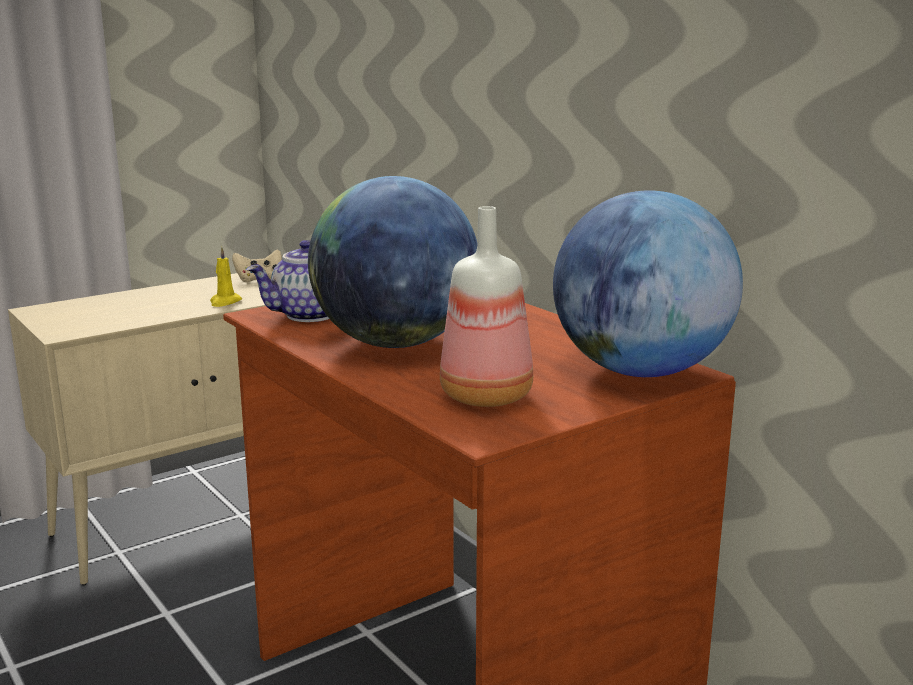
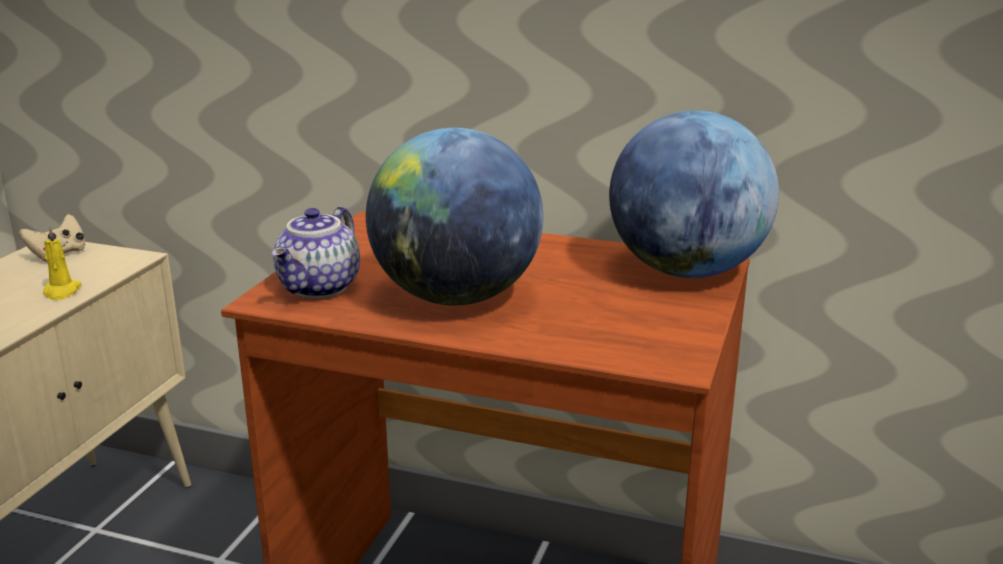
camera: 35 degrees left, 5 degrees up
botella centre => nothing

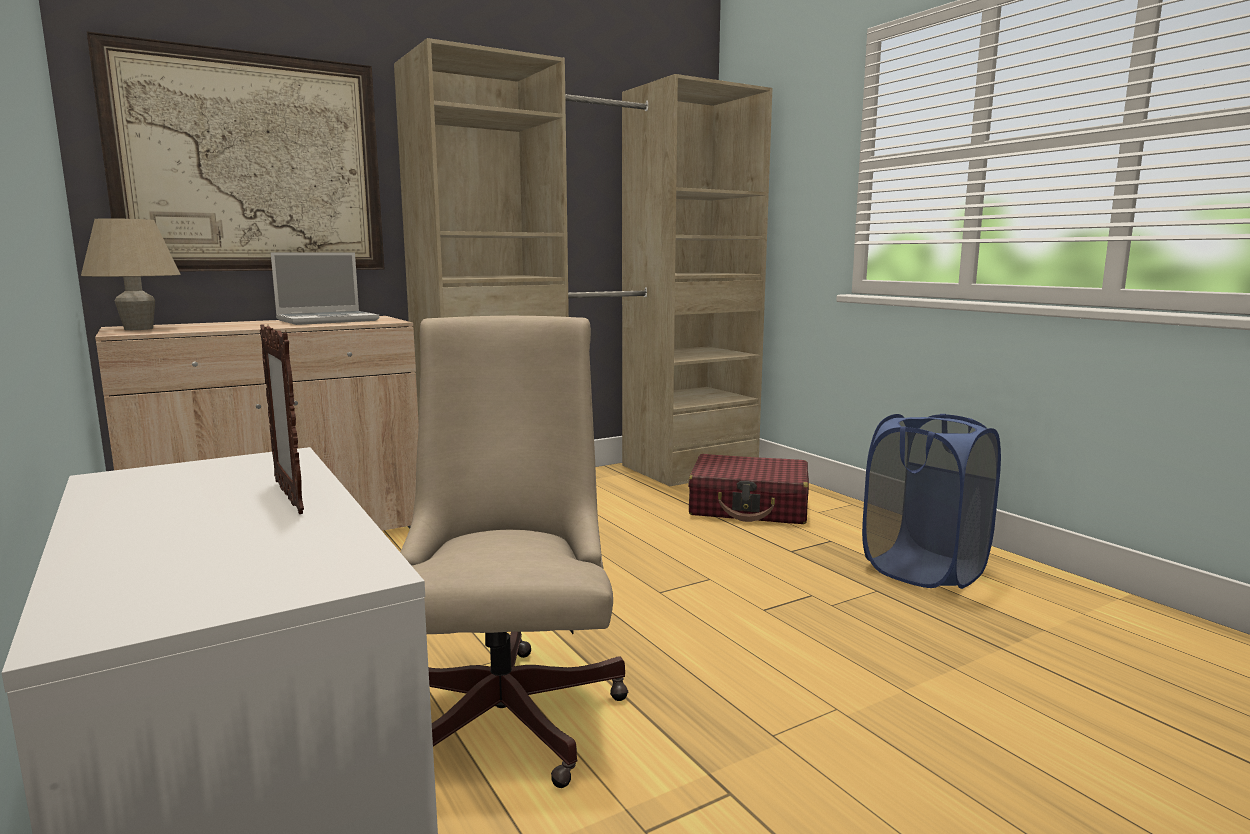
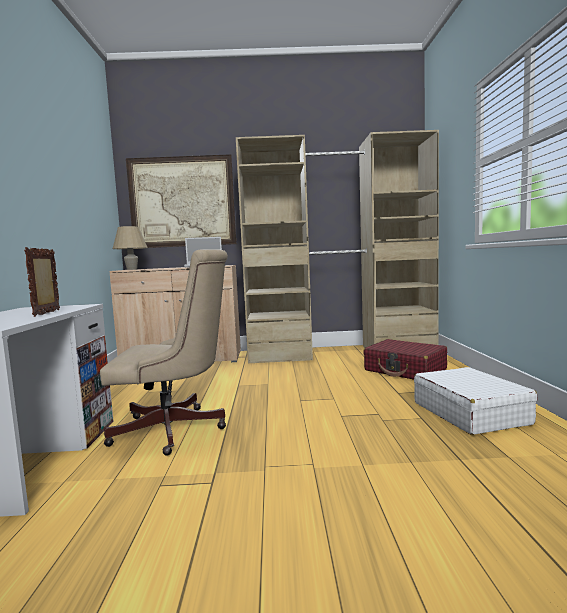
camera: 30 degrees right, 5 degrees down
silla de oficina/beis centre => silla de oficina/beis middle left, 60 degrees clockwise
cesto de la ropa/azul middle right => maleta/blanco middle right

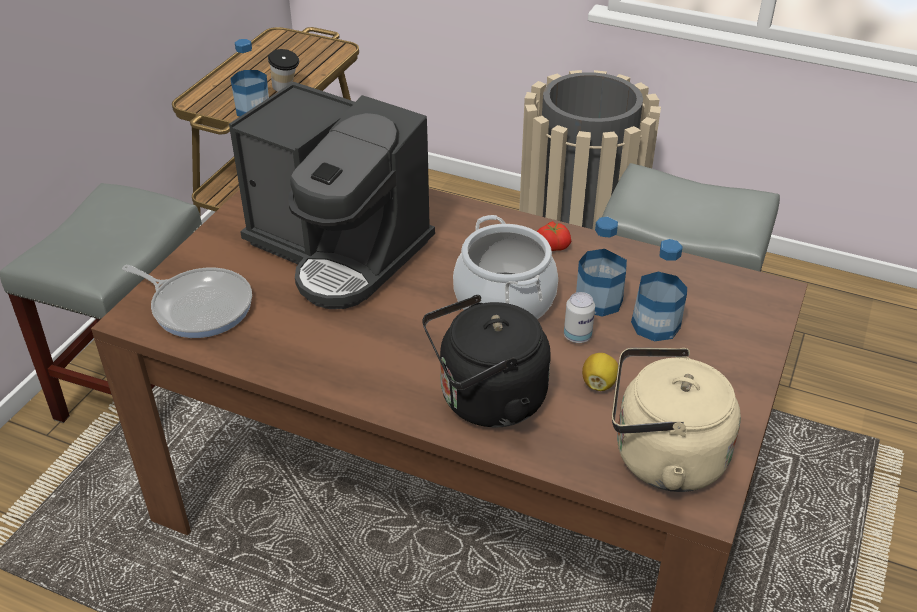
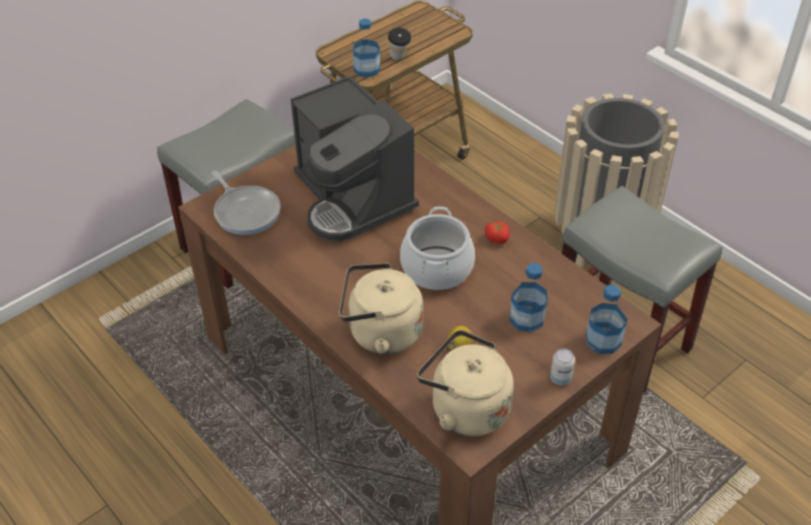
camera: 25 degrees right, 5 degrees up
hervidor/negro centre => hervidor/beis (no. 1 from left) centre
lata centre => lata bottom right, shifted
botella (no. 2 from left in the first image) centre => botella (no. 3 from left) middle right, shifted

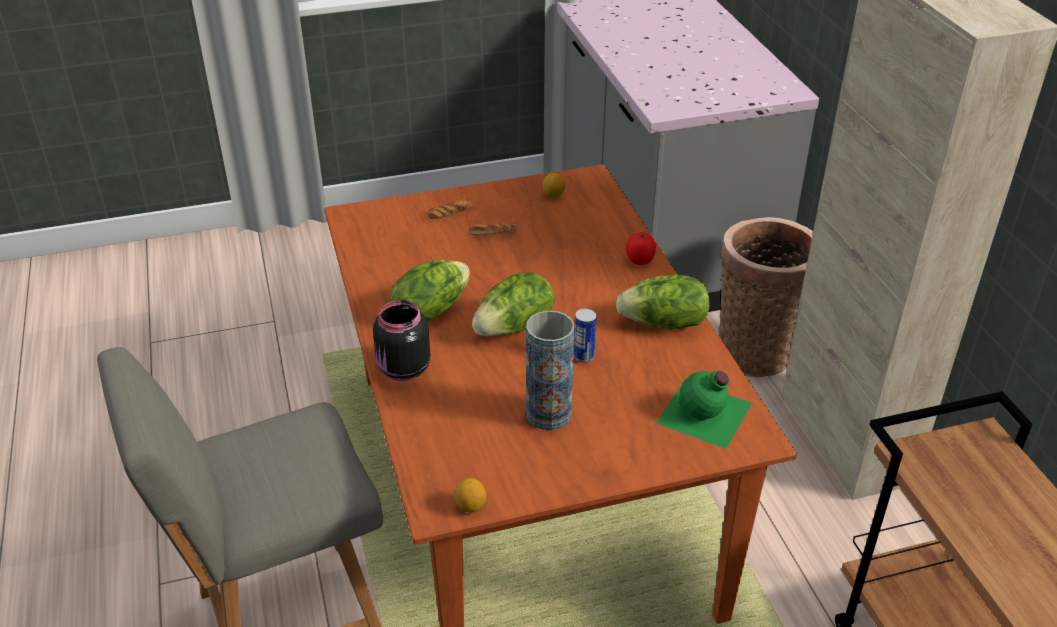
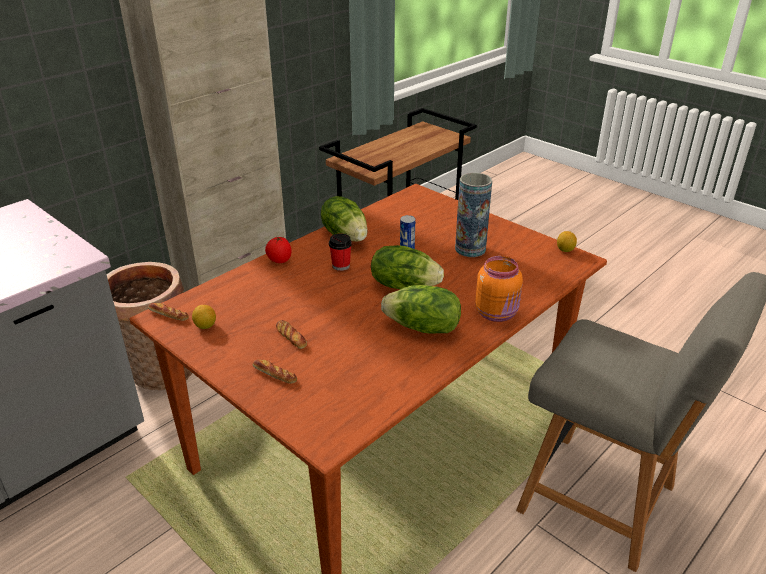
camera: 120 degrees left, 5 degrees down
tarro/negro centre => tarro/naranja centre
botella/verde centre => nothing
nothing => pan (no. 1 from left) middle left
nothing => taza centre

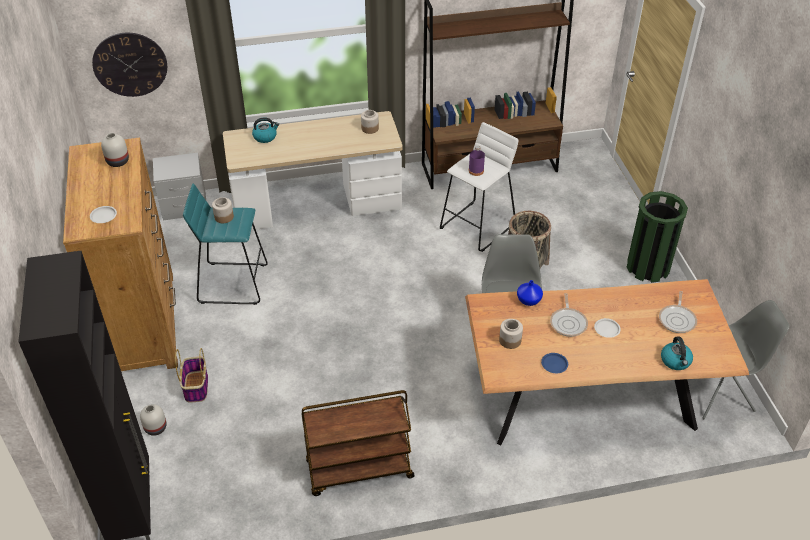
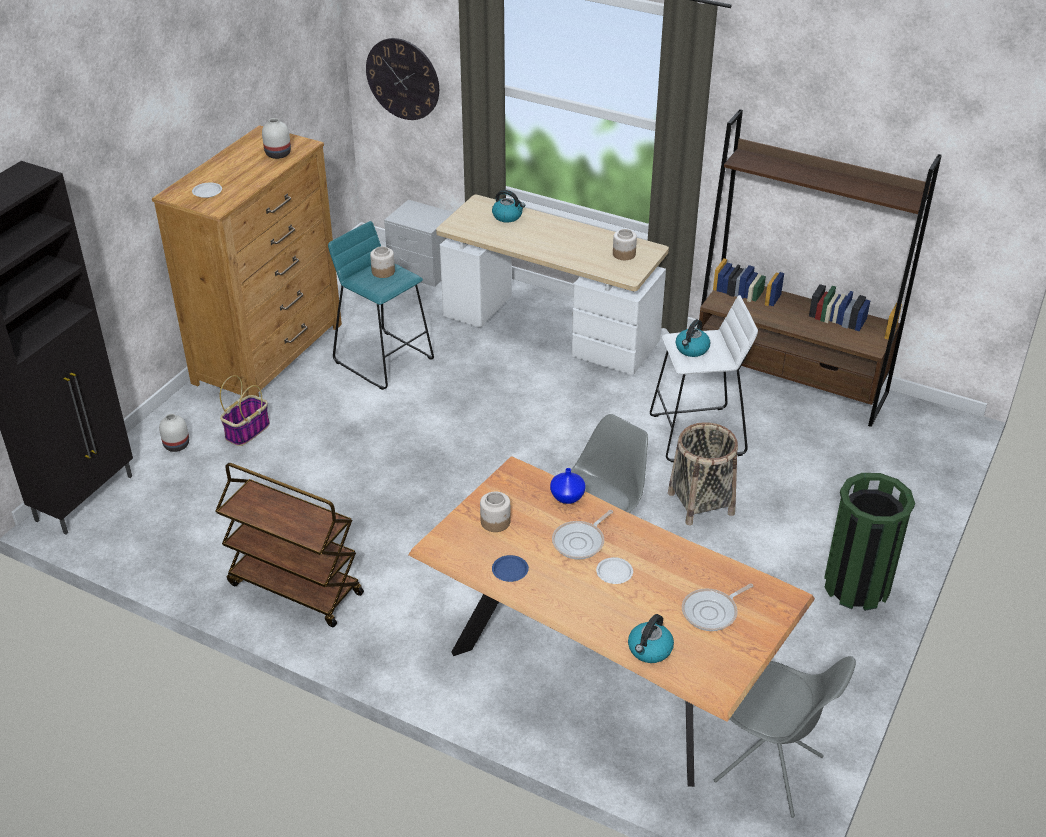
camera: 40 degrees right, 5 degrees down
botella/morado top centre => hervidor (no. 3 from left) centre

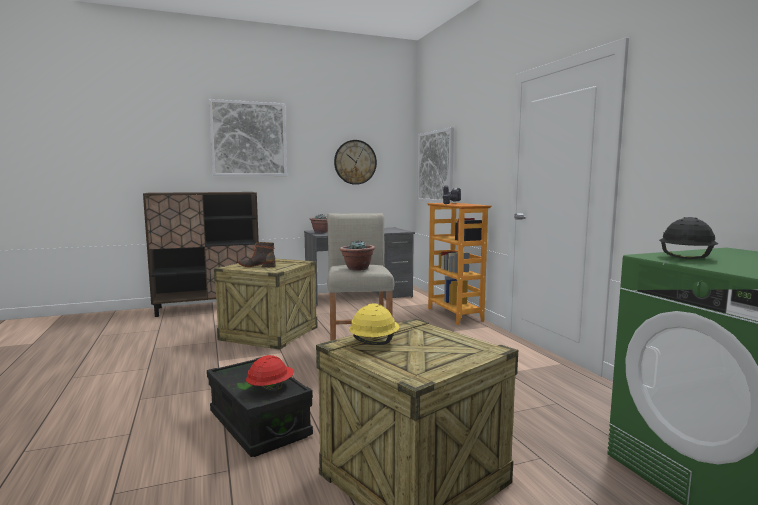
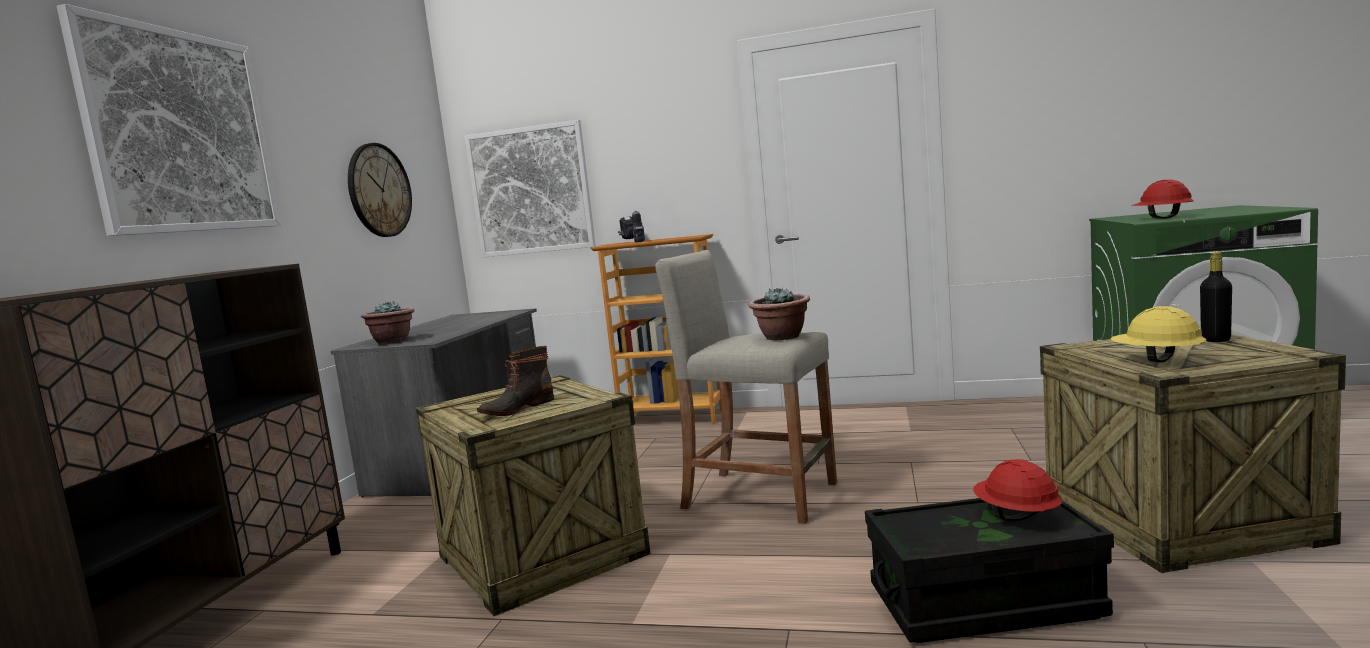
camera: 55 degrees left, 0 degrees up
casco/negro middle right => casco/rojo (no. 2 from left) top right
nothing => botella/negro middle right

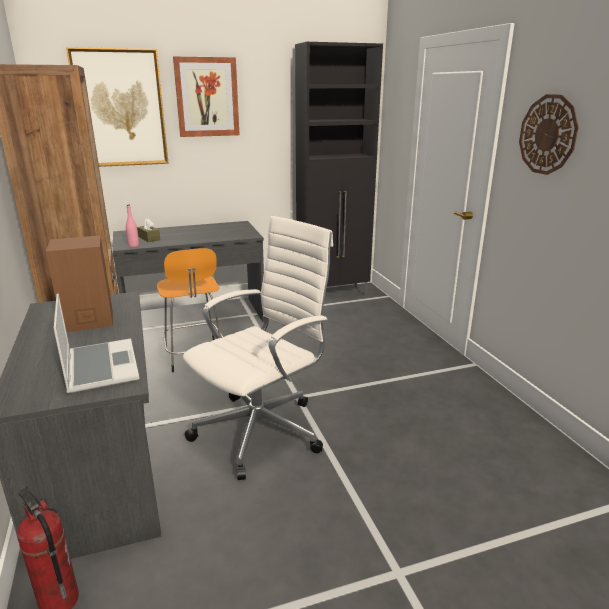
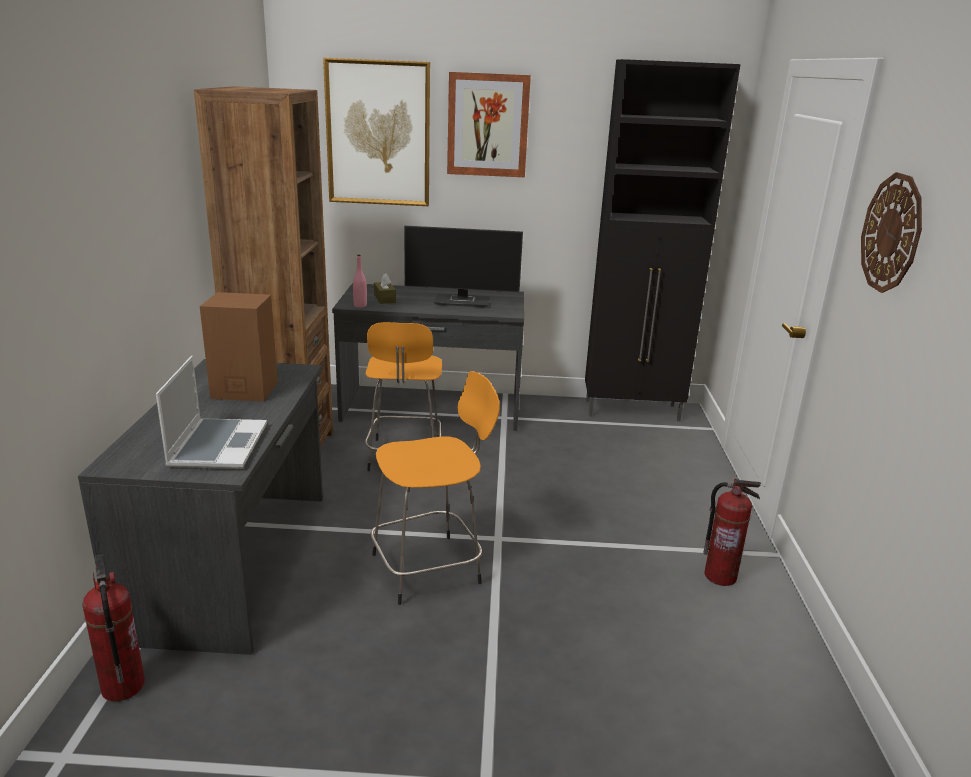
camera: 20 degrees right, 0 degrees up
silla de oficina/blanco centre => taburete/naranja (no. 2 from left) centre
nothing => monitor centre
nothing => extintor (no. 2 from left) bottom right

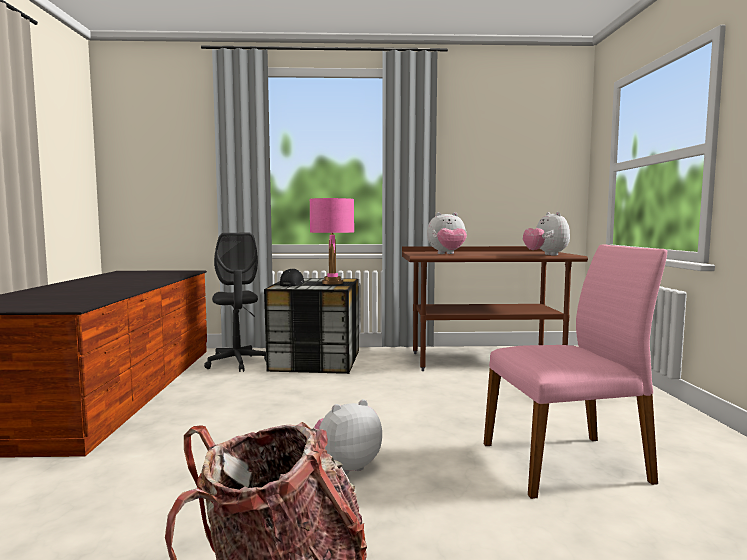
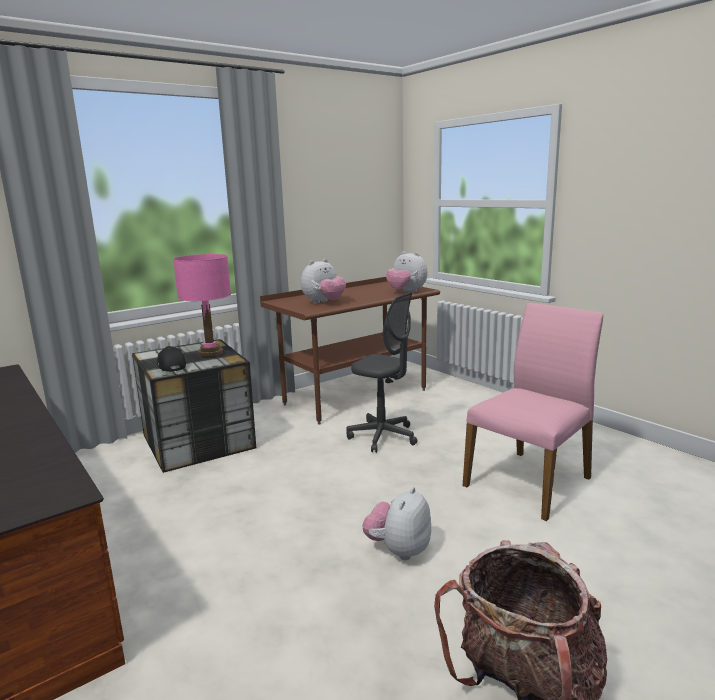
camera: 35 degrees left, 10 degrees up
silla de oficina/gris middle left => silla de oficina/gris centre, shifted

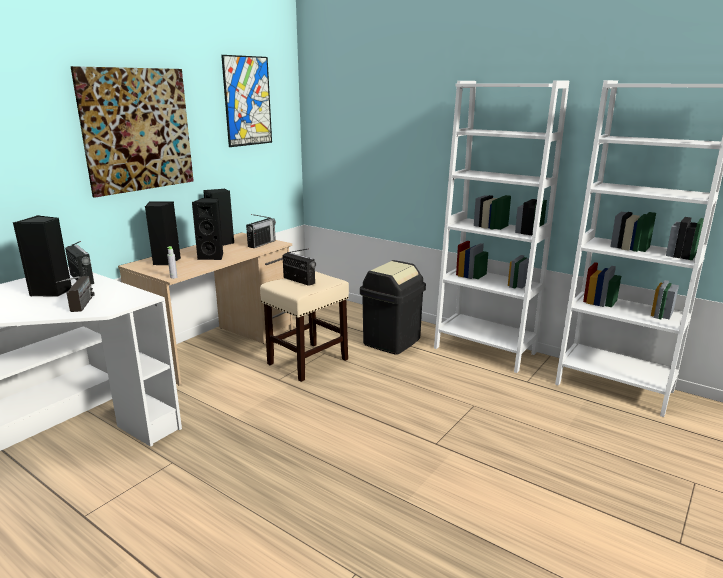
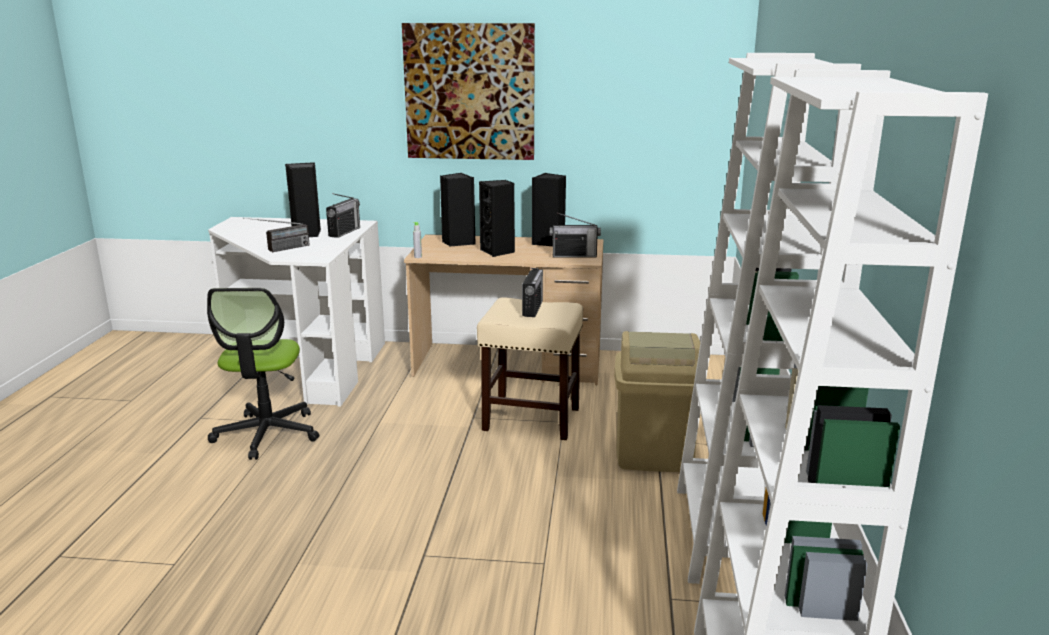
camera: 60 degrees right, 0 degrees up
cuadro (no. 2 from left) top centre => nothing
papelera/negro centre => papelera/beis centre
nothing => silla de oficina middle left

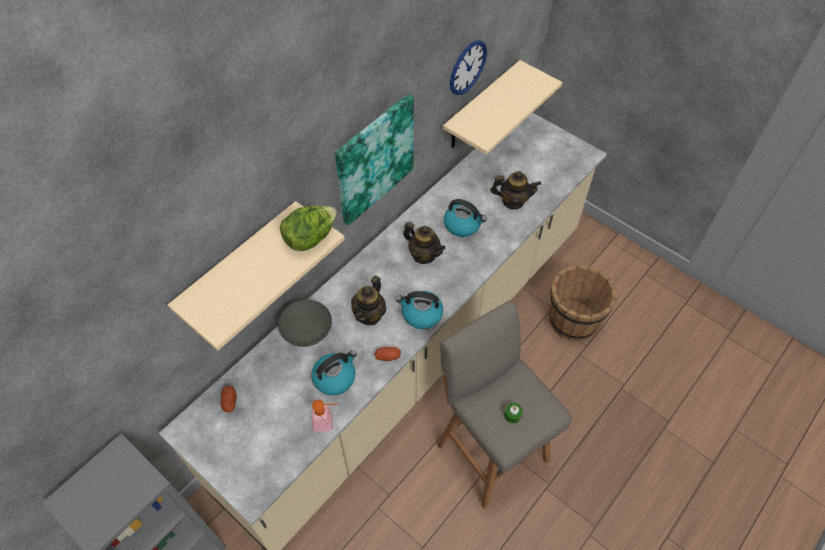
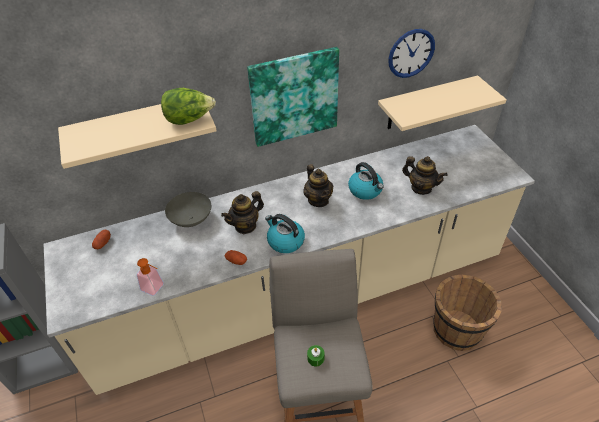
camera: 30 degrees right, 10 degrees down
hervidor (no. 1 from left) bottom centre => nothing

